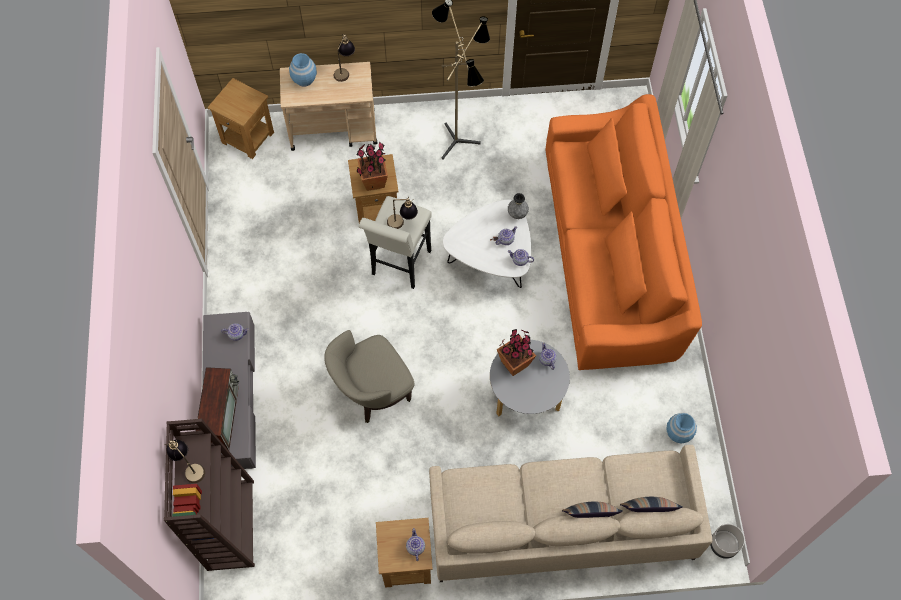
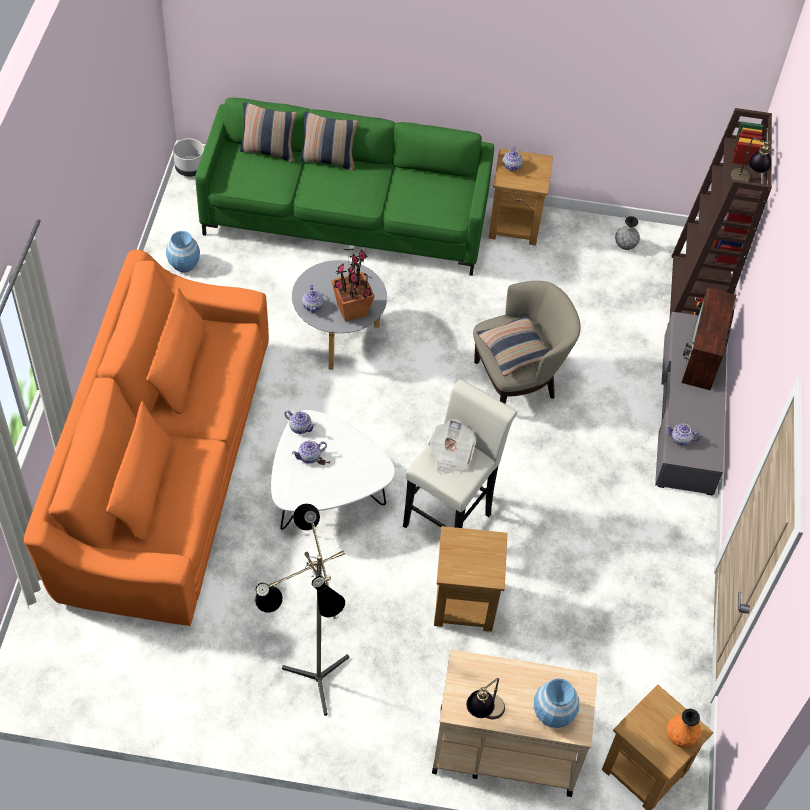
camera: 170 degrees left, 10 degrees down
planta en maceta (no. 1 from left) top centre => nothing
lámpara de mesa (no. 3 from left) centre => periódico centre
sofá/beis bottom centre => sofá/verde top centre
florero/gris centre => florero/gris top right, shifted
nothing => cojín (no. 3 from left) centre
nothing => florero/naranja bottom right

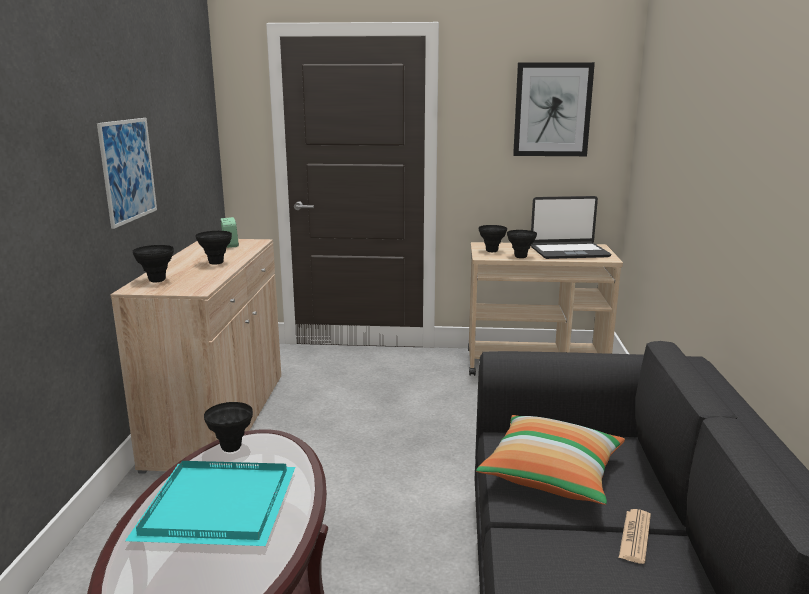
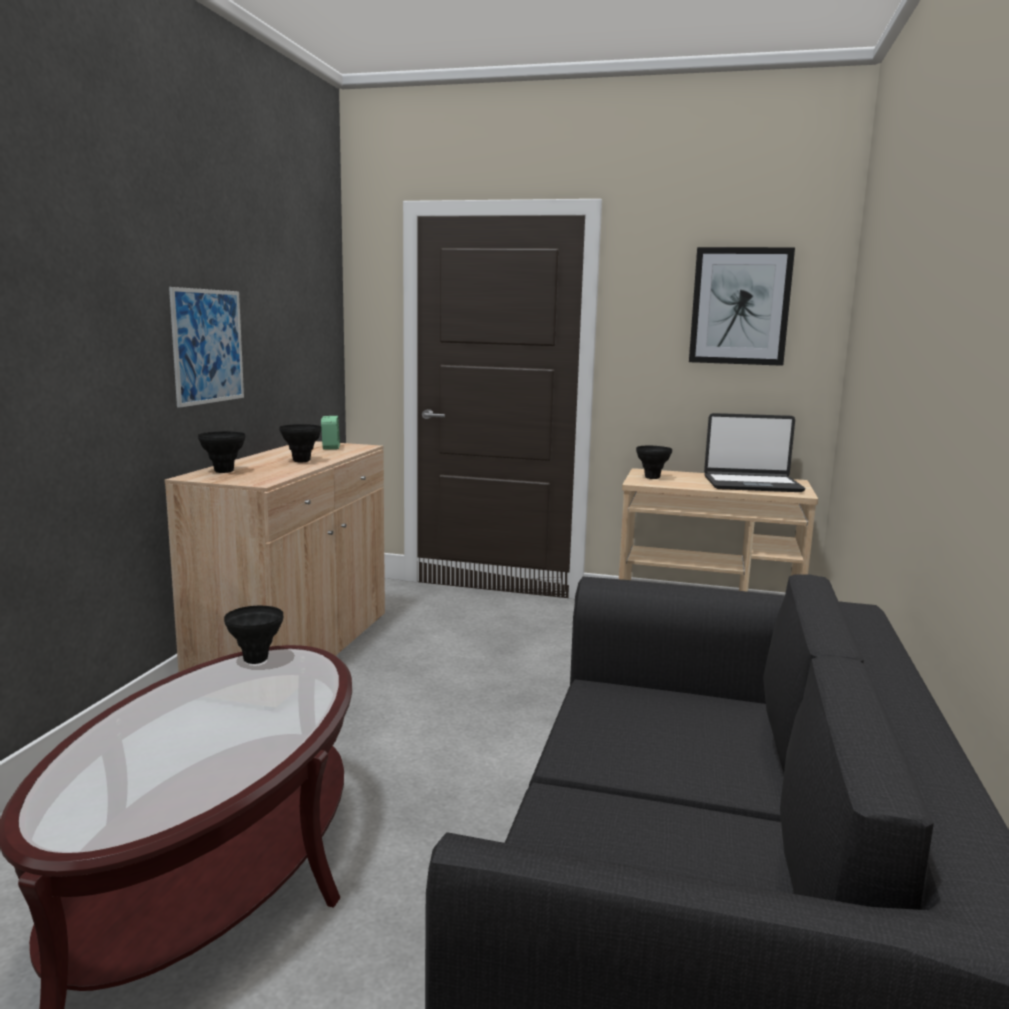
camera: 10 degrees right, 5 degrees down
bandeja/turquesa bottom left => nothing
cojín bottom right => nothing
florero/negro (no. 5 from left) centre => nothing
periódico bottom right => nothing

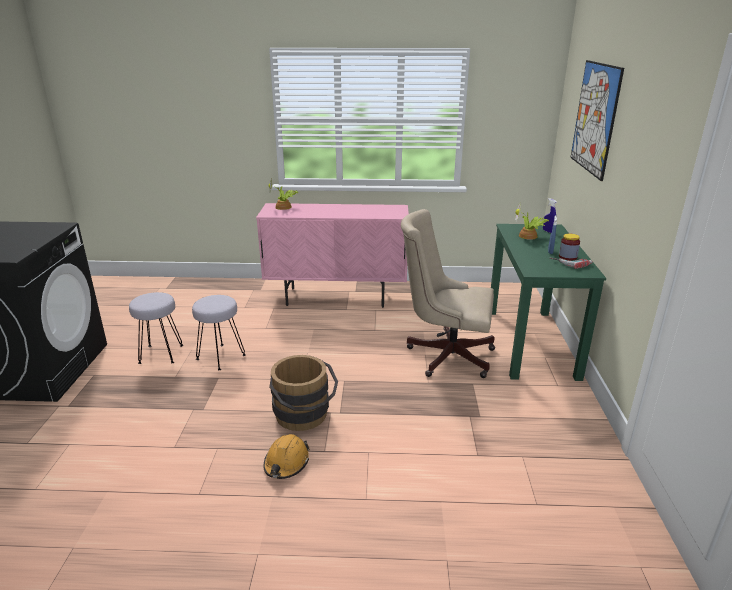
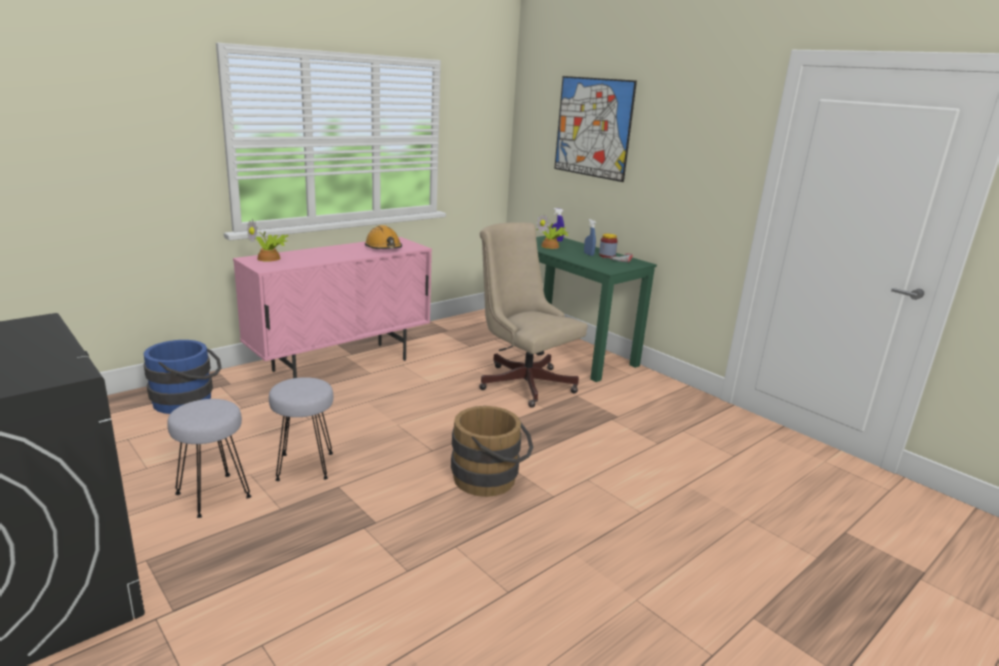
camera: 45 degrees left, 5 degrees down
casco/naranja bottom centre => casco/naranja centre, shifted
silla de oficina/beis centre, 75 degrees clockwise
nothing => cubo/azul middle left

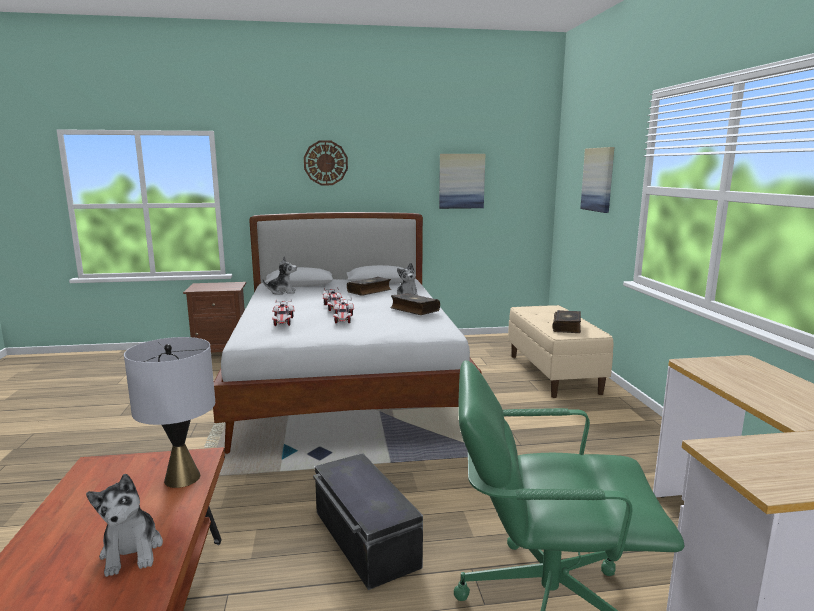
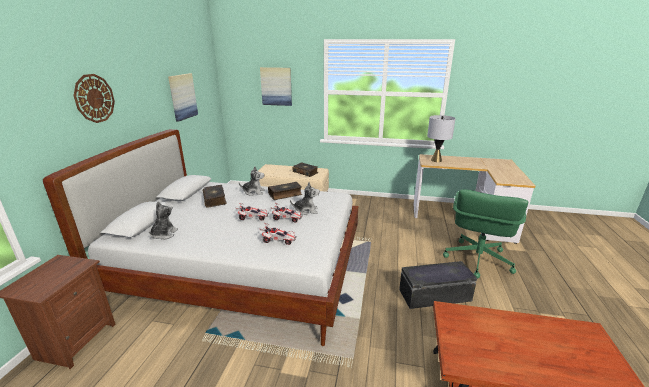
camera: 70 degrees left, 10 degrees up
peluche (no. 1 from left in the first image) bottom left => peluche (no. 3 from left) centre, shifted
lámpara de mesa/gris bottom left => lámpara de mesa/gris middle right, shifted

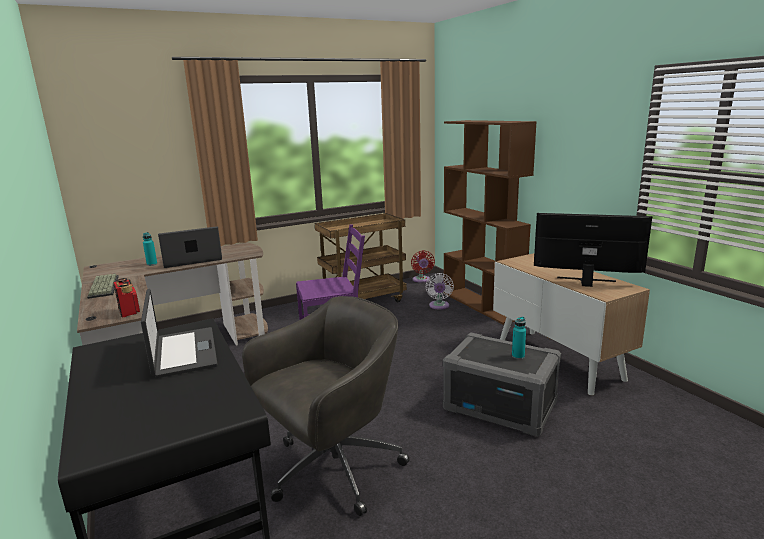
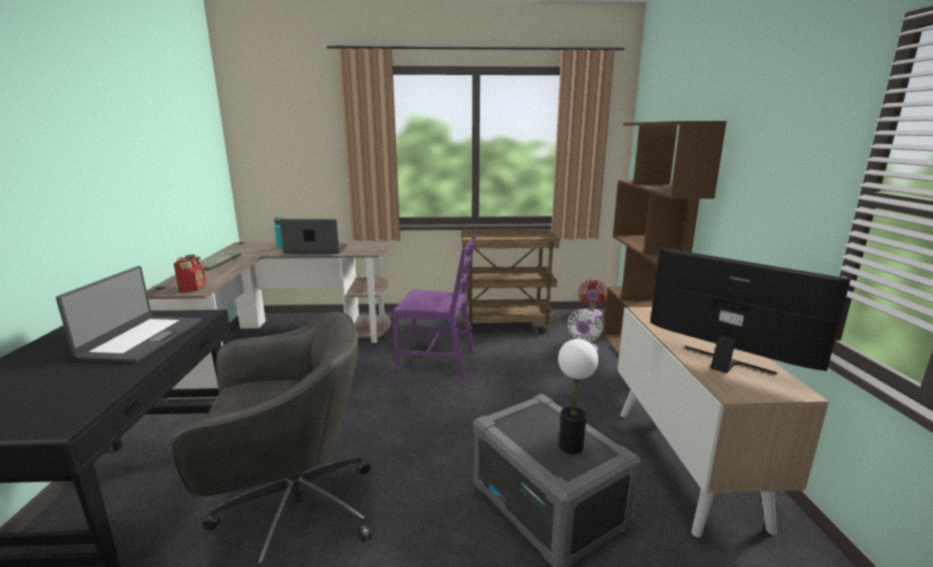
camera: 25 degrees right, 0 degrees up
botella/turquesa (no. 2 from left) middle right => lámpara de mesa bottom centre

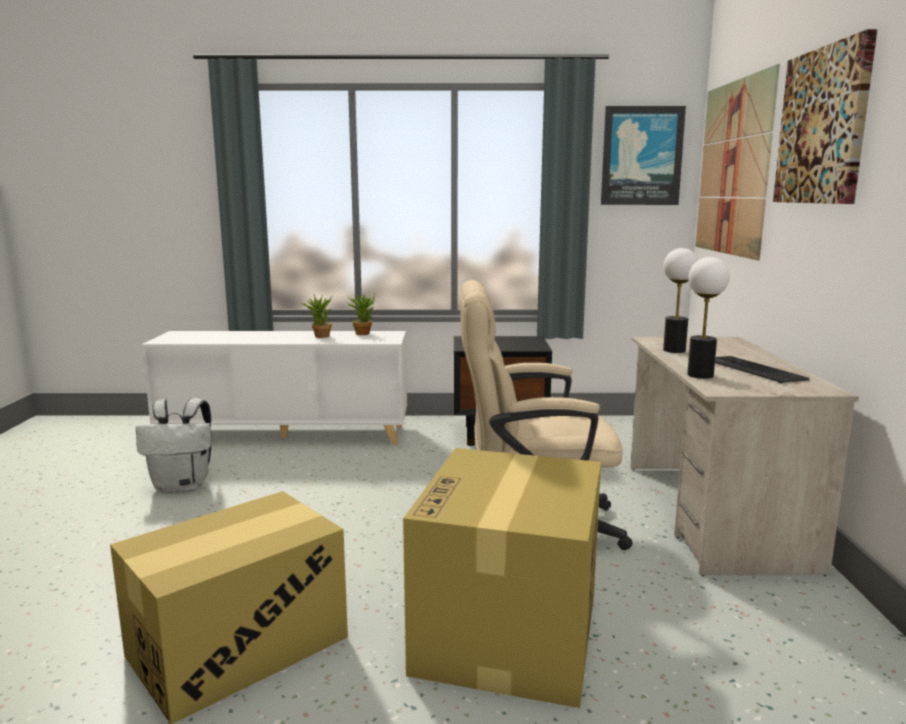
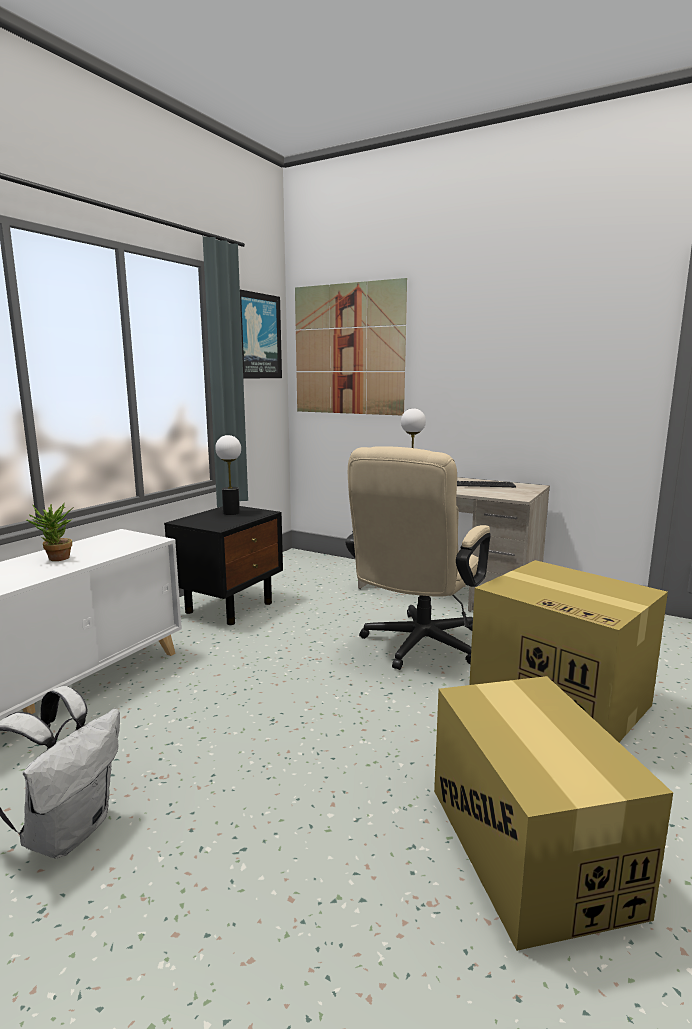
camera: 60 degrees left, 0 degrees up
planta en maceta (no. 2 from left) centre => nothing
lámpara de mesa (no. 2 from left in the first image) middle right => lámpara de mesa (no. 1 from left) middle left, shifted
cuadro (no. 3 from left) top right => nothing

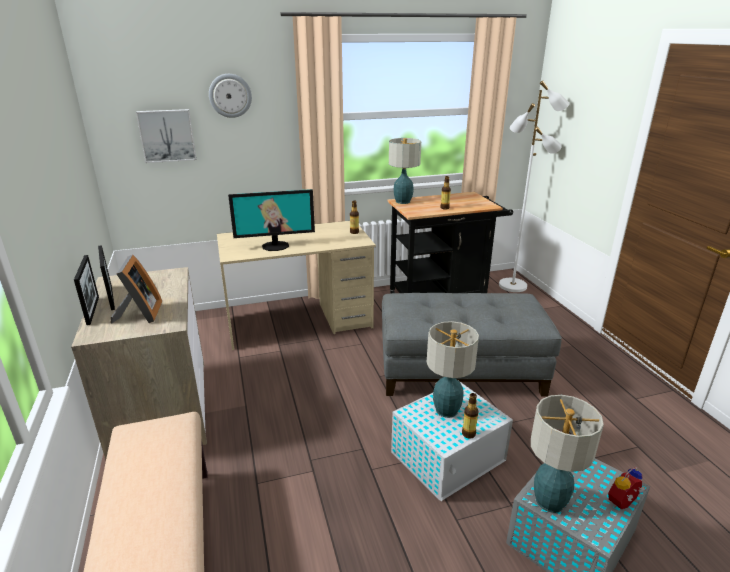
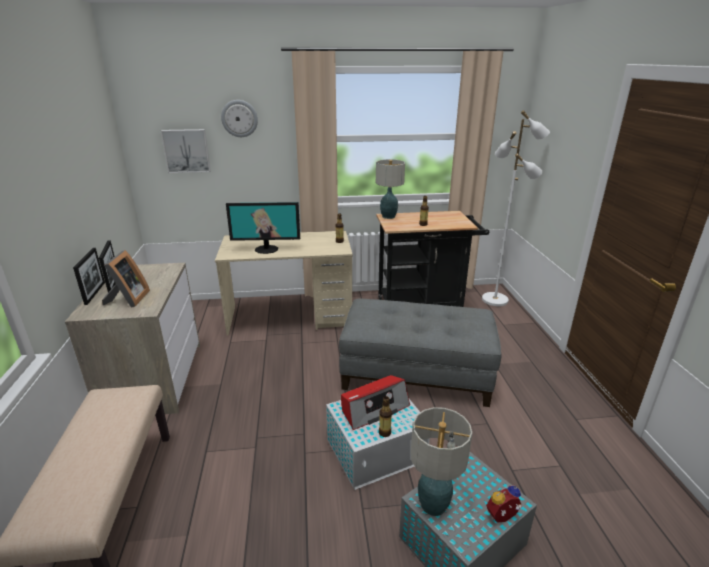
camera: 10 degrees right, 0 degrees up
lámpara de mesa (no. 2 from left) centre => radio bottom centre

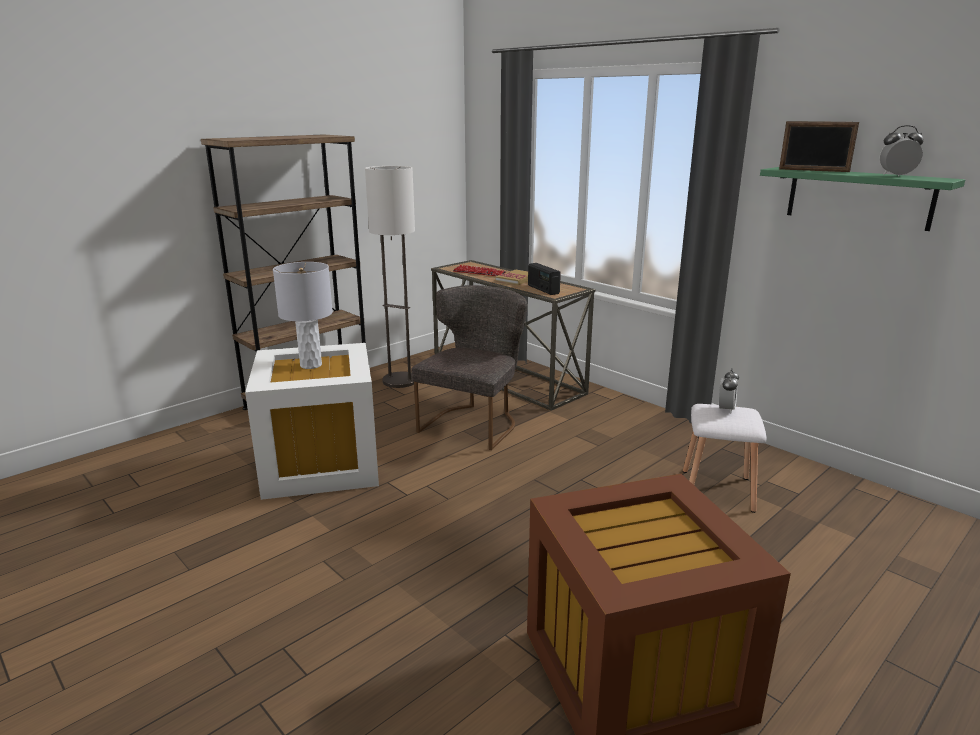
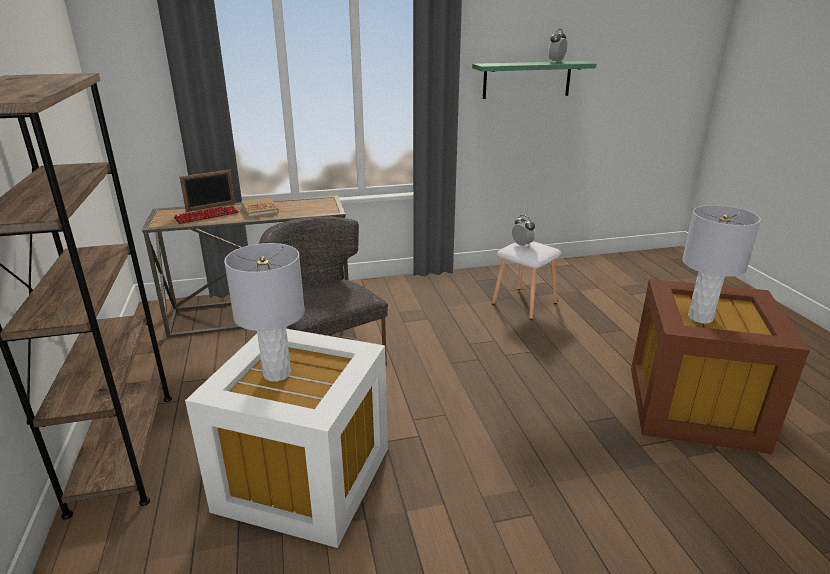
camera: 60 degrees left, 5 degrees up
lámpara de pie centre => nothing
radio centre => nothing
portarretratos top right => portarretratos top left, shifted
nothing => lámpara de mesa/gris (no. 2 from left) middle right

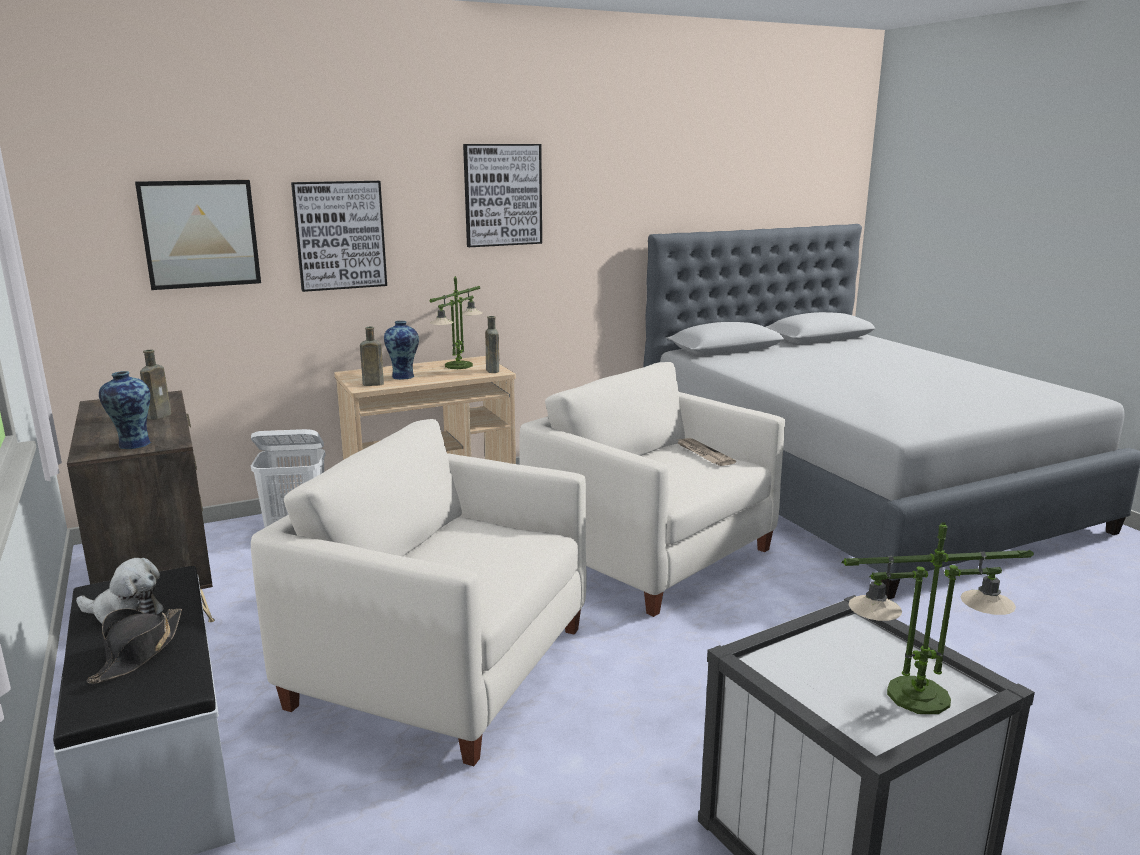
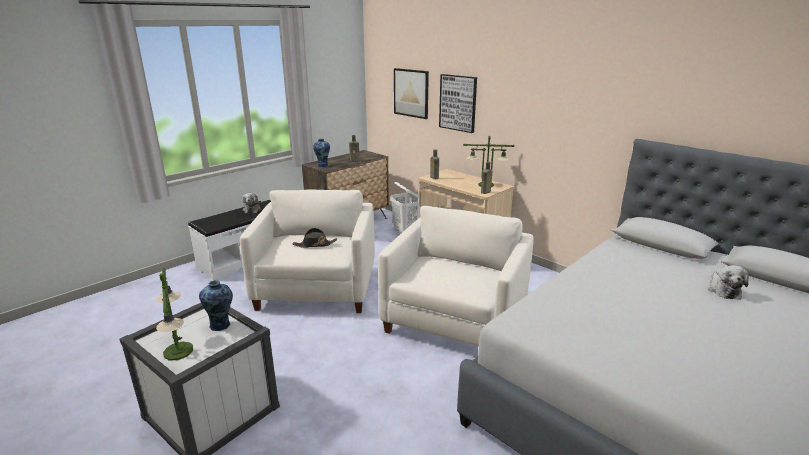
camera: 70 degrees right, 5 degrees up
sombrero/negro bottom left => sombrero/negro centre, shifted
florero (no. 2 from left in the first image) centre => florero (no. 1 from left) bottom left, shifted
cuadro (no. 3 from left) top centre => nothing
periódico centre => nothing
nothing => peluche (no. 2 from left) middle right

